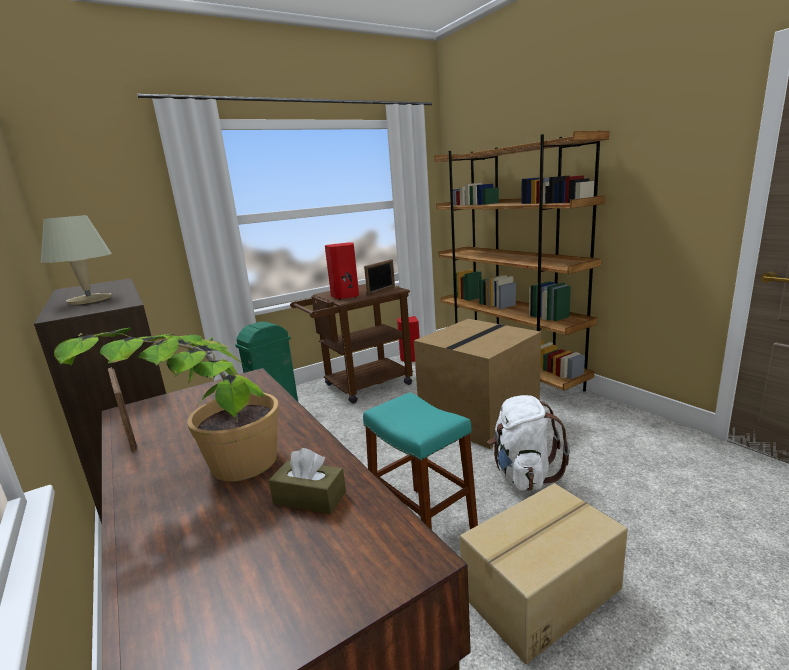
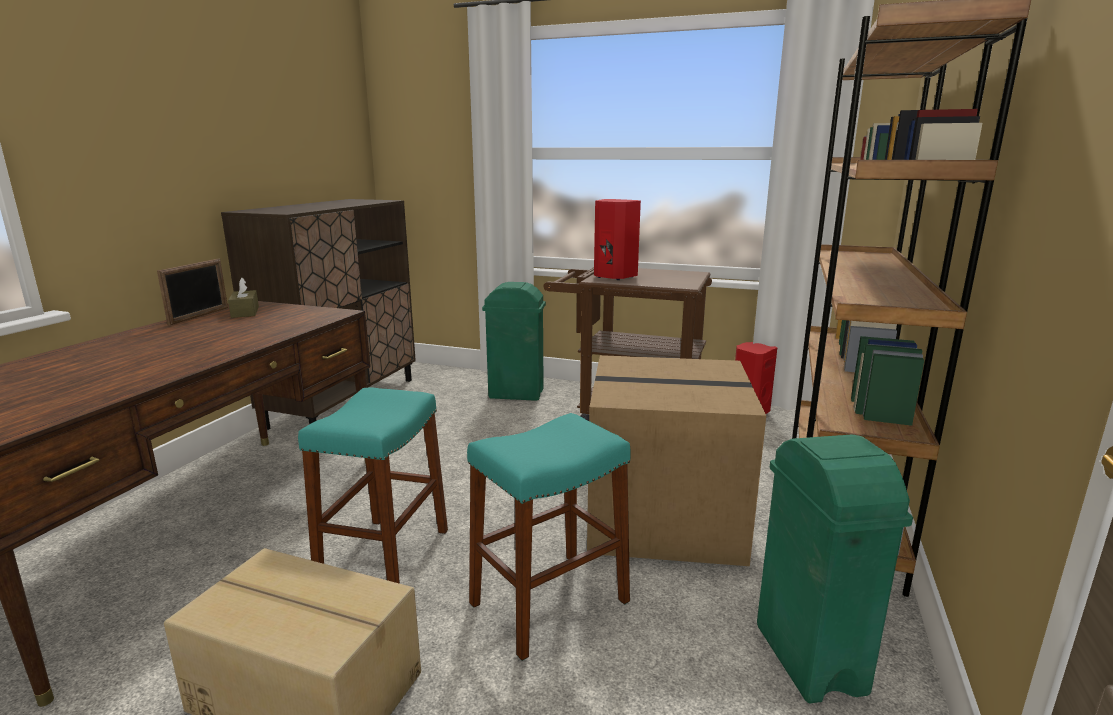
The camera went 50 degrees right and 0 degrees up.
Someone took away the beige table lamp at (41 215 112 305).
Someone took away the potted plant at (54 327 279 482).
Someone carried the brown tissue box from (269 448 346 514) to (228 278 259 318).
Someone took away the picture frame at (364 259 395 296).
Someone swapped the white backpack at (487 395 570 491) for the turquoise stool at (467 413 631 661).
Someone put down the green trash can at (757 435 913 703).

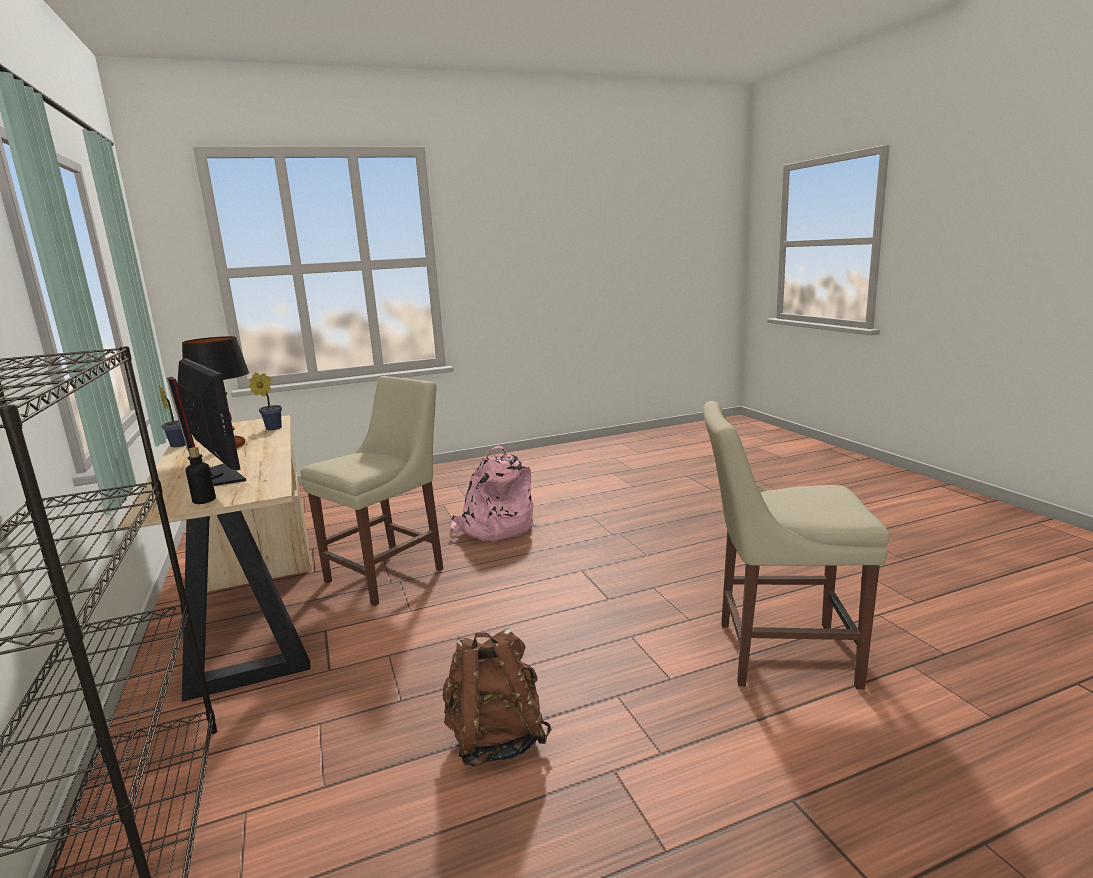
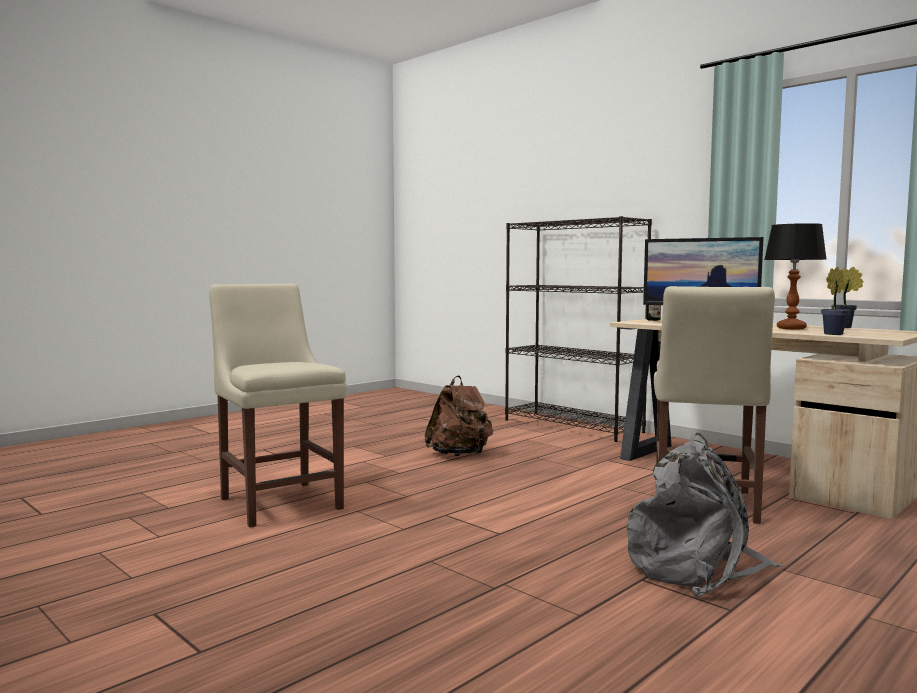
The camera went 155 degrees right and 10 degrees down.
Someone repainted the pink backpack at (451 446 534 541), which became the grey backpack at (627 433 783 597).
Someone rotated the beige chair at (703 401 889 689) by 105 degrees counterclockwise.

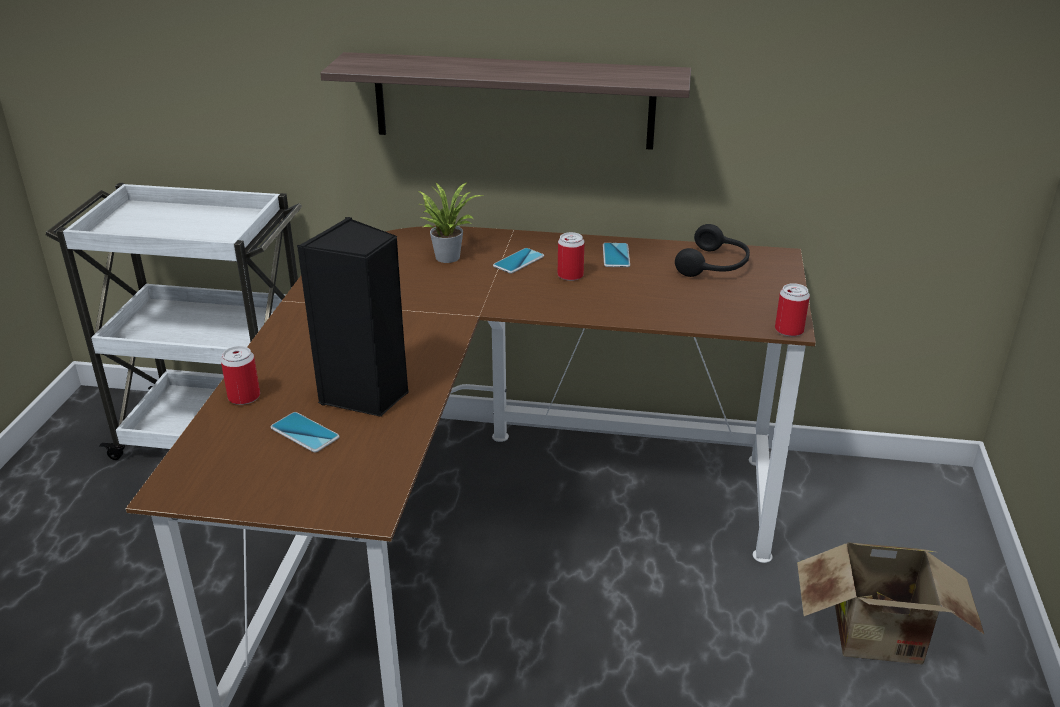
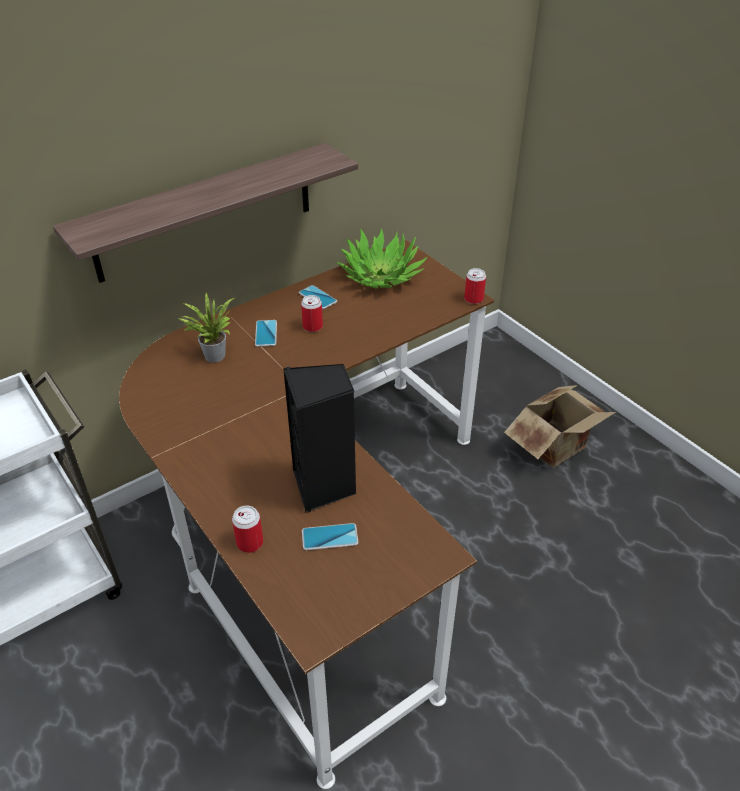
The camera went 45 degrees left and 10 degrees up.
Someone swapped the black headphones at (675 224 750 277) for the potted plant at (336 228 427 289).

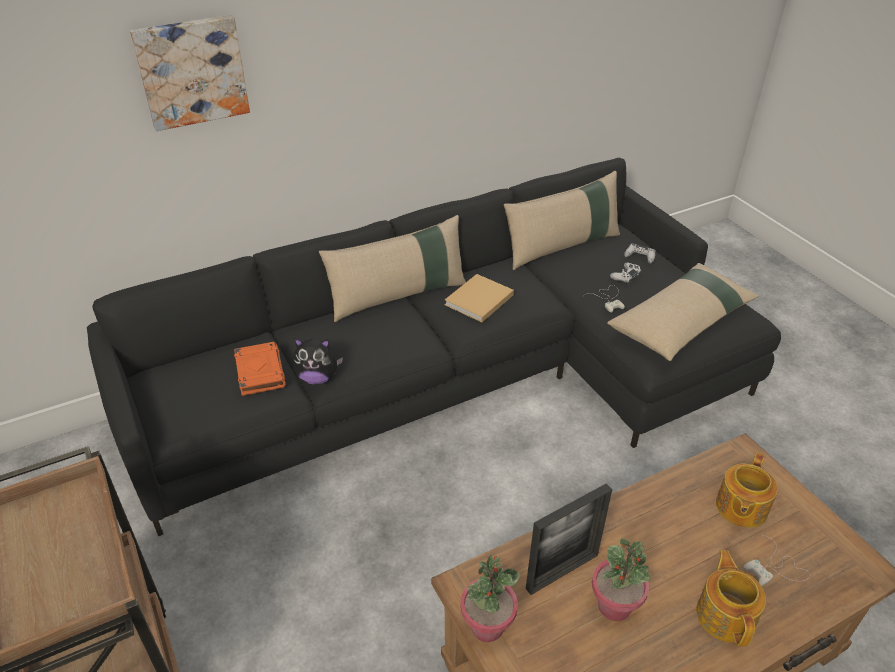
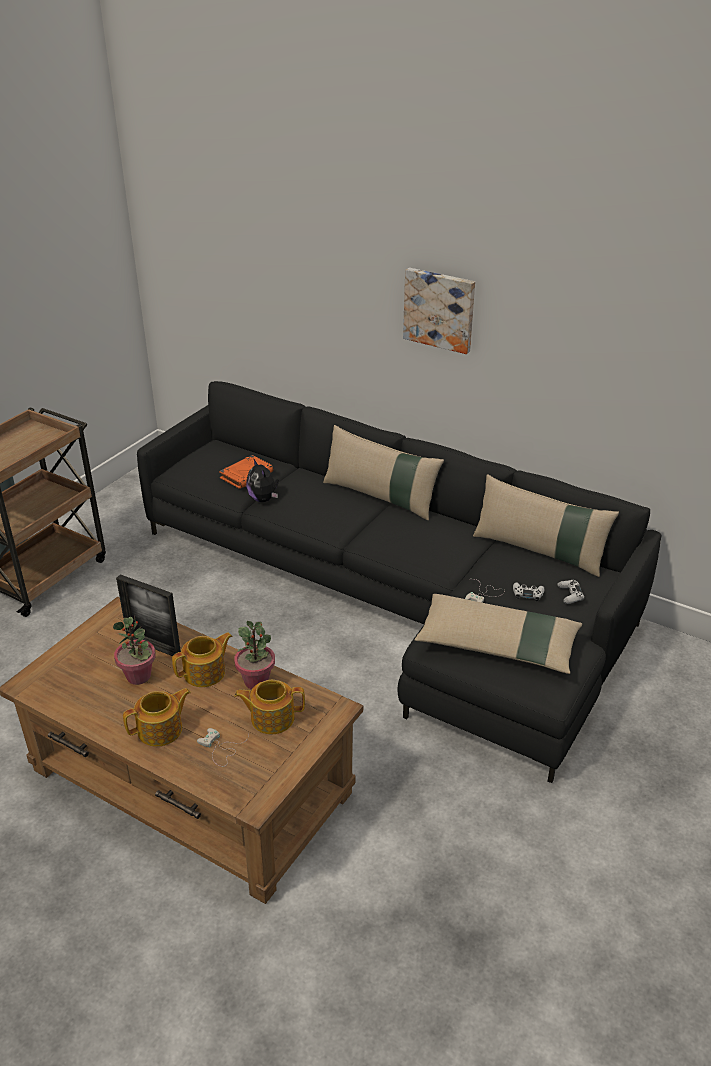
The camera went 60 degrees right and 5 degrees down.
Someone carried the picture from (130 15 250 131) to (403 268 475 354).
Someone took away the beige book at (445 274 514 322).
Someone carried the potted plant from (460 555 520 642) to (234 621 275 690).
Someone put down the teapot at (172 632 232 687).

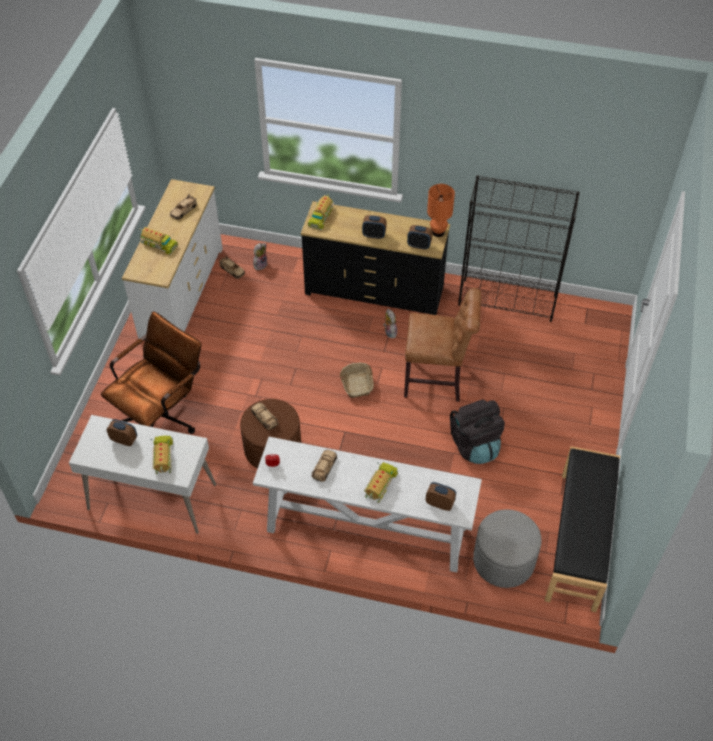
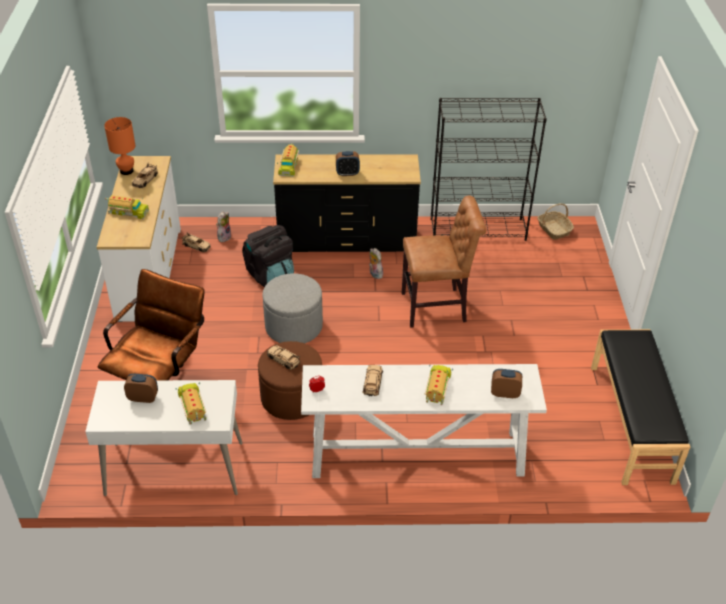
The camera went 15 degrees left and 10 degrees down.
Someone carried the basket from (340 362 374 398) to (537 203 574 240).
Someone took away the alarm clock at (407 225 432 250).
Someone carried the orange table lamp from (427 184 455 237) to (104 117 135 175).
Someone carried the black backpack from (450 399 505 464) to (242 225 294 287).
Someone carried the grey ottoman from (473 509 542 588) to (262 273 323 343).

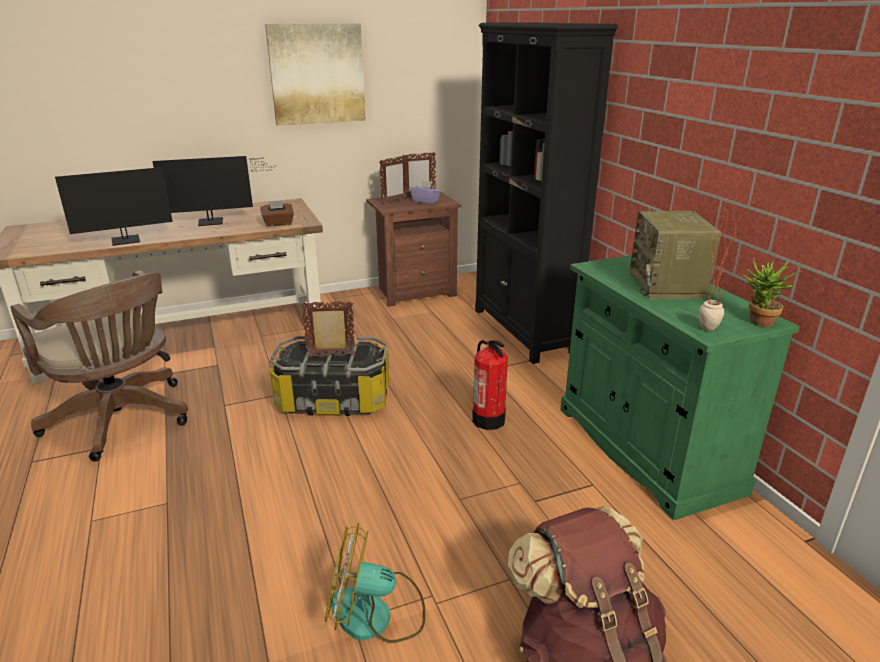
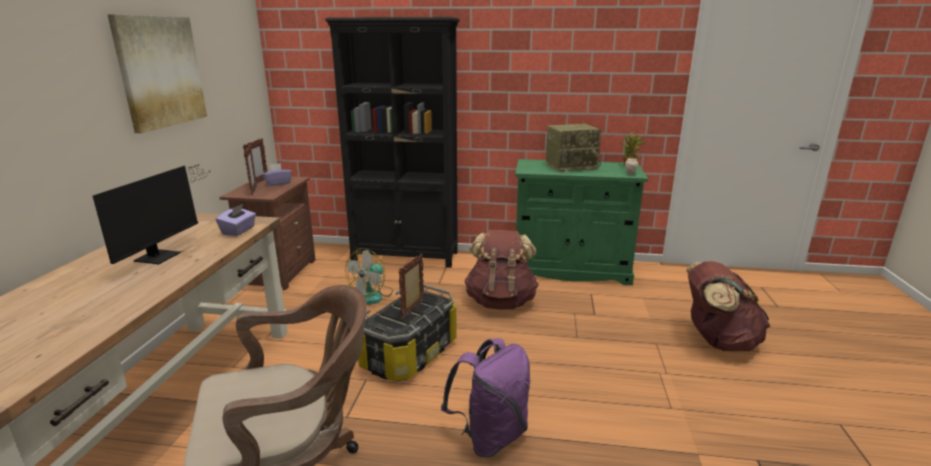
The camera went 60 degrees left and 5 degrees down.
Someone took away the monitor at (55 167 196 246).
Someone repainted the brown tissue box at (260 201 294 227), which became the purple tissue box at (216 204 256 236).
Someone carried the fan from (325 523 426 643) to (345 248 393 305).
Someone swapped the fire extinguisher at (472 340 508 430) for the brown backpack at (464 230 539 310).
Someone rotated the radio at (630 211 722 299) by 45 degrees counterclockwise.
Someone put down the purple backpack at (441 338 530 457).

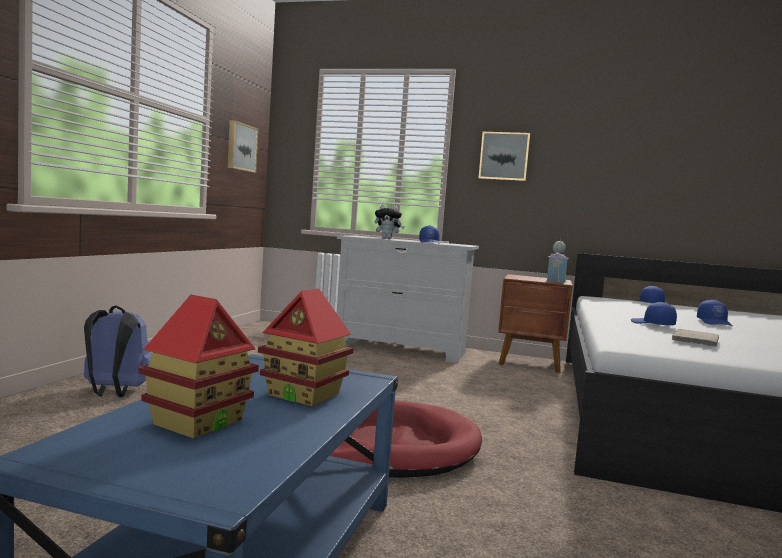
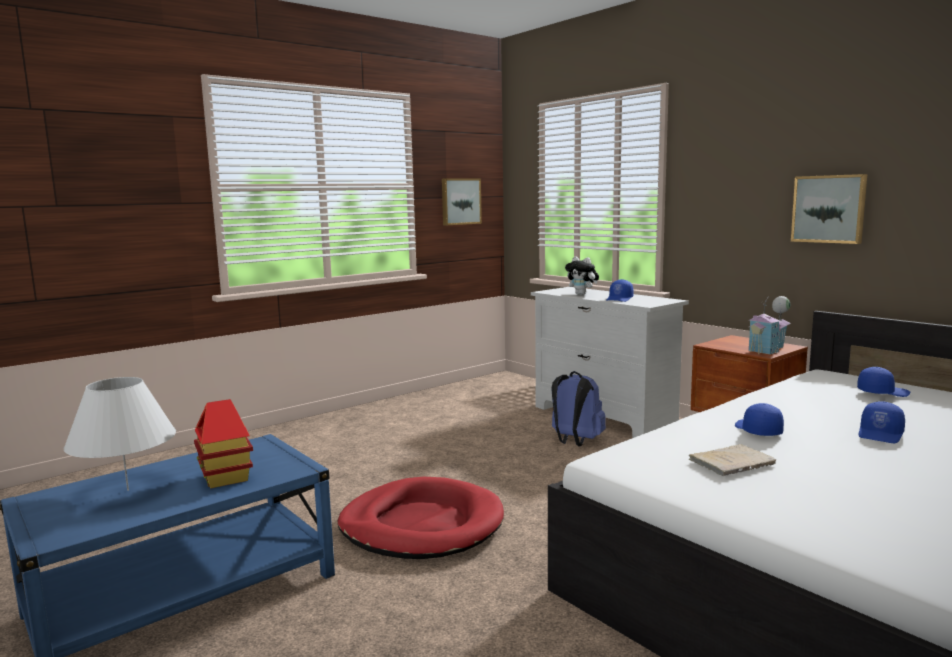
The camera went 35 degrees right and 5 degrees up.
Someone carried the blue backpack from (84 305 152 397) to (551 371 606 447).
Someone swapped the toy house at (138 295 259 439) for the white table lamp at (64 377 176 491).
Someone carried the picture from (479 132 530 181) to (791 174 867 244).

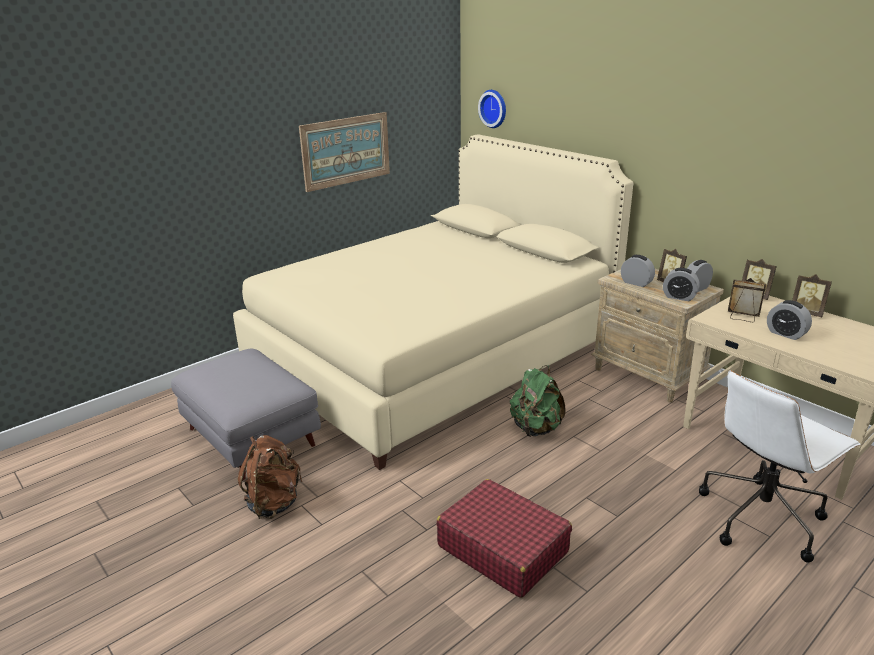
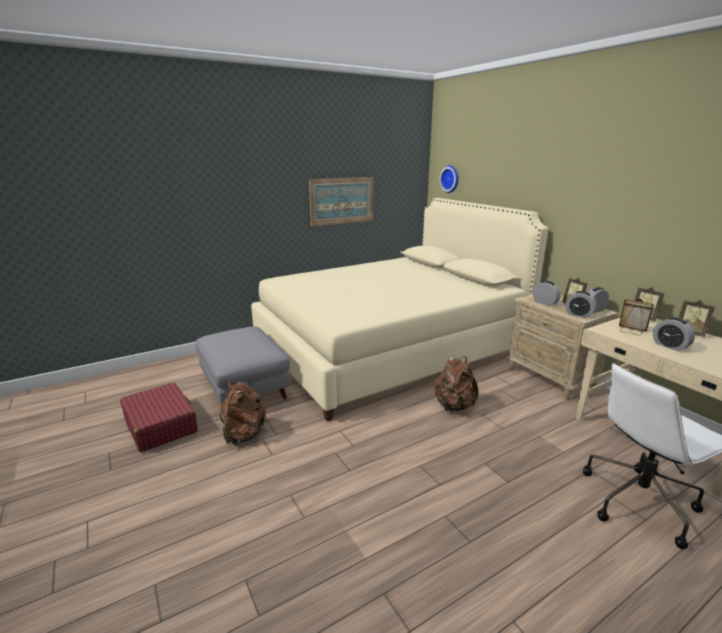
The camera went 10 degrees right and 5 degrees down.
Someone carried the red suitcase from (437 479 572 598) to (120 382 198 452).
Someone repainted the green backpack at (510 365 566 437), which became the brown backpack at (435 356 478 411).

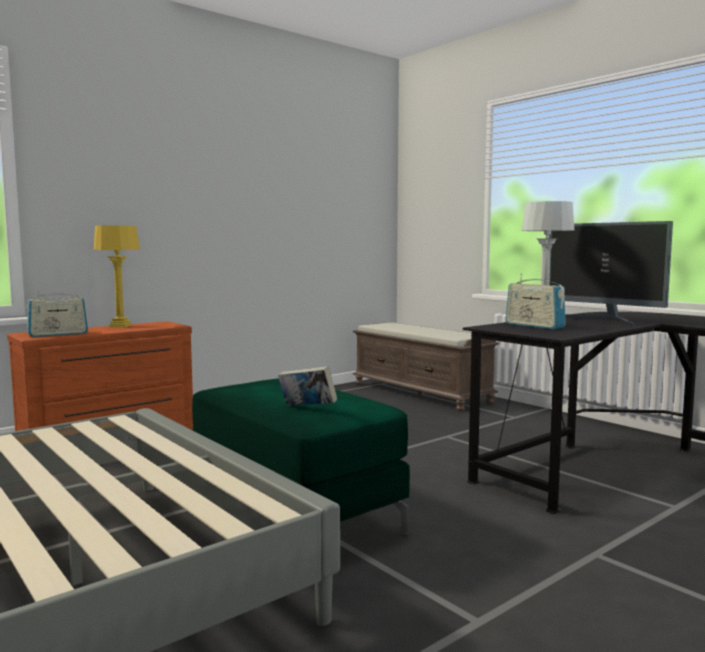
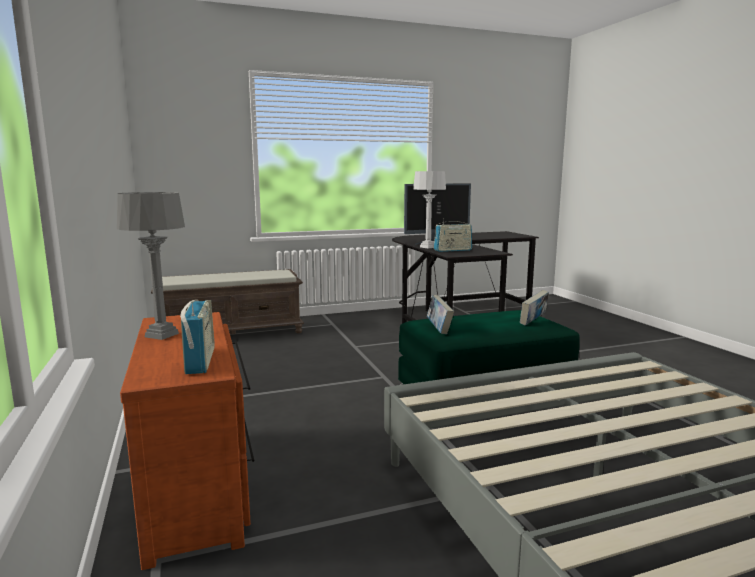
The camera went 70 degrees left and 5 degrees up.
Someone repainted the yellow table lamp at (94 226 140 328), which became the grey table lamp at (117 192 185 340).
Someone put down the book at (427 295 454 334).

